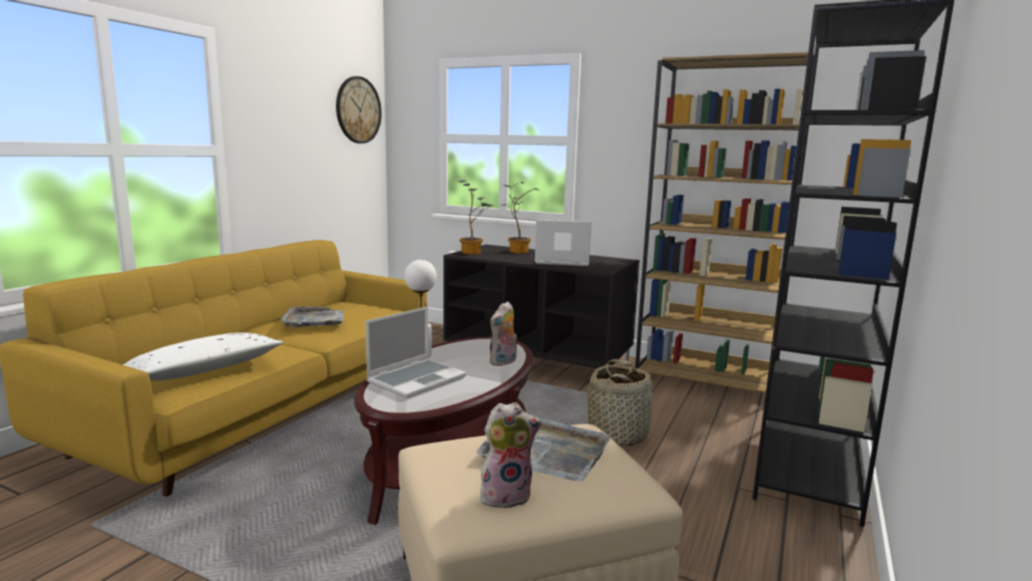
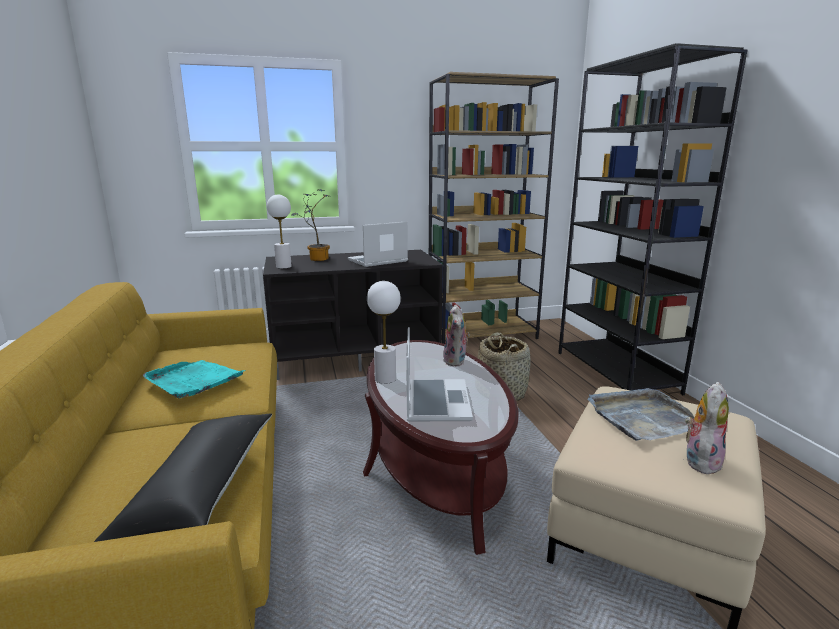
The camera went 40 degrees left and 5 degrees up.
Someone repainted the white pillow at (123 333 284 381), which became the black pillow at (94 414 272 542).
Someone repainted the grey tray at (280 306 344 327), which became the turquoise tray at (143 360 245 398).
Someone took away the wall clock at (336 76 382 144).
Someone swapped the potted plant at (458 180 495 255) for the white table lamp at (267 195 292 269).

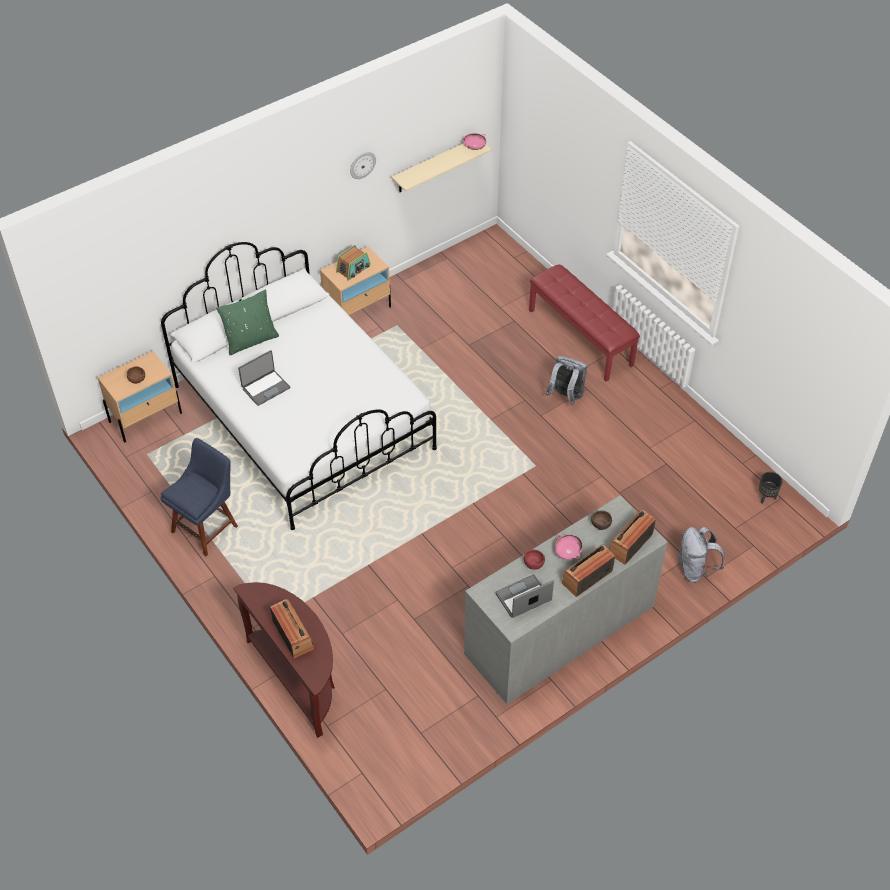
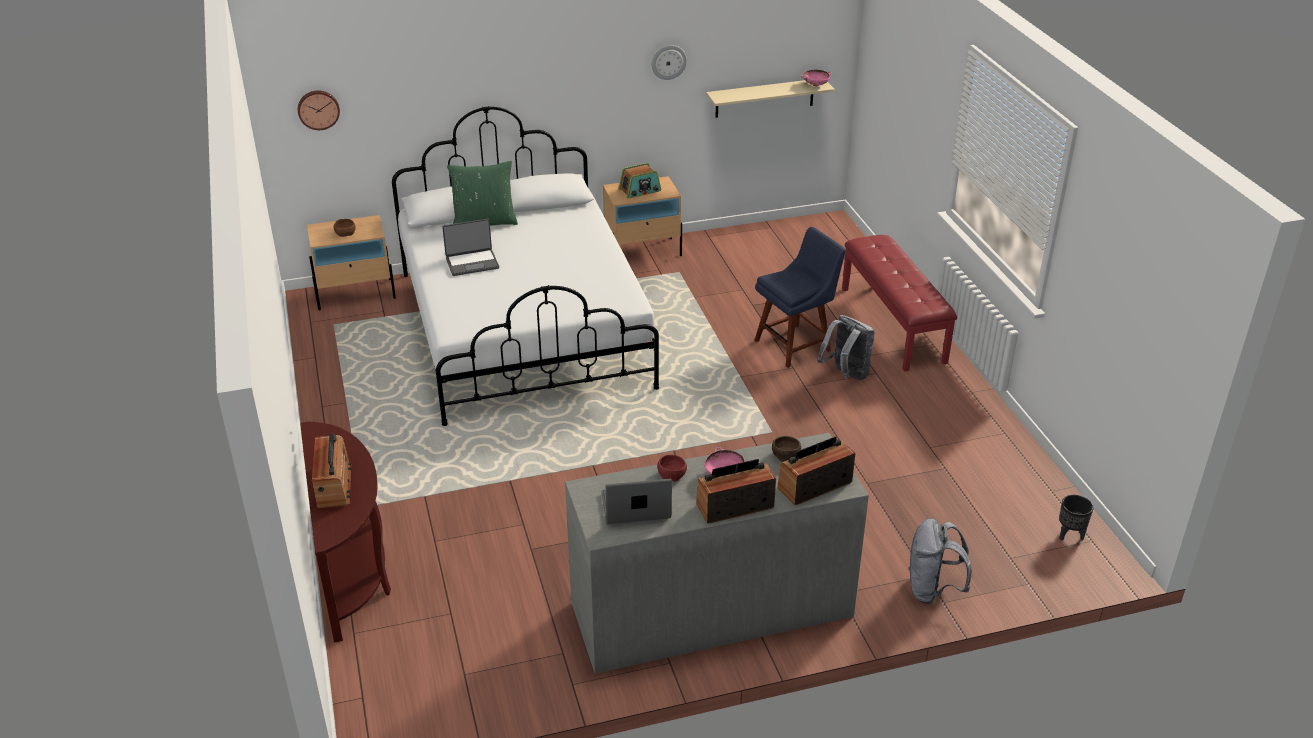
The camera went 20 degrees right and 15 degrees down.
Someone carried the blue chair from (161 438 238 556) to (754 227 846 368).
Someone put up the wall clock at (298 90 340 130).

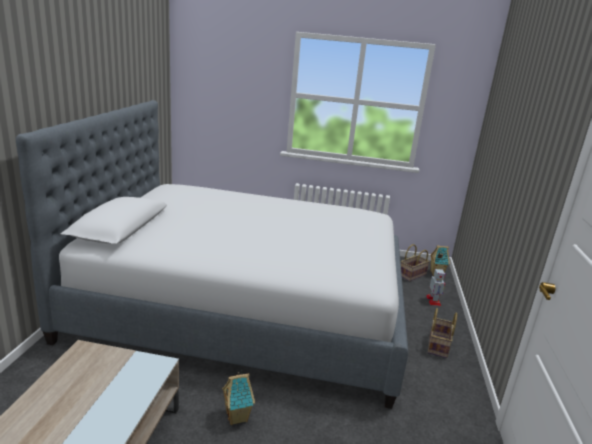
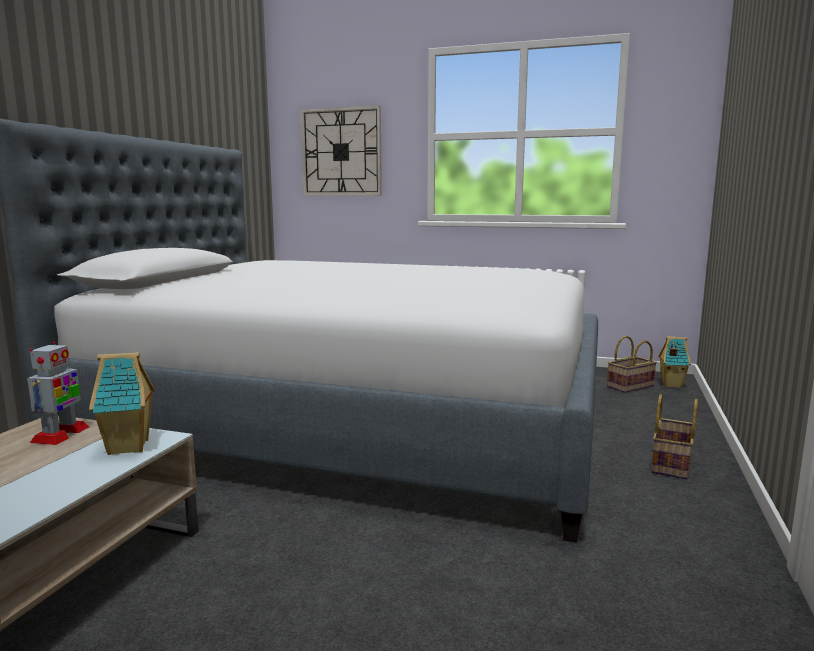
The camera went 10 degrees right and 10 degrees down.
Someone carried the toy house from (222 370 255 425) to (89 353 155 455).
Someone carried the toy robot from (426 269 445 306) to (27 342 89 445).
Someone put up the wall clock at (300 105 382 196).

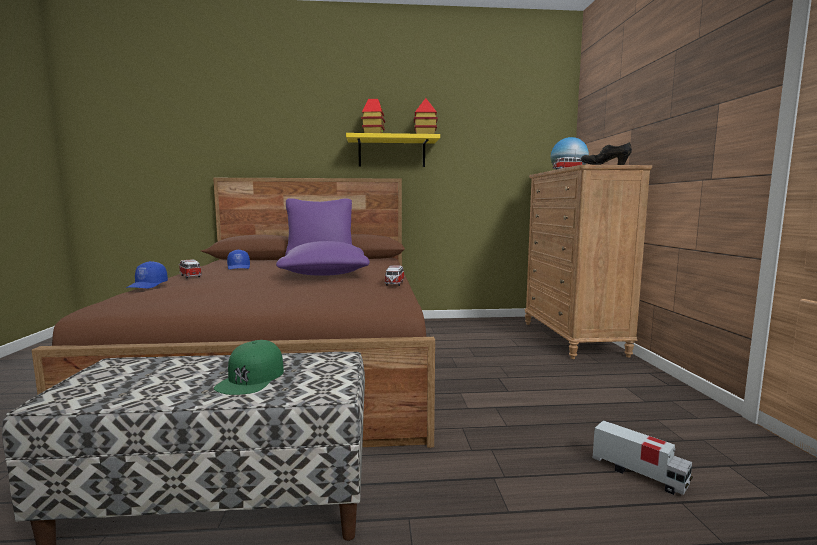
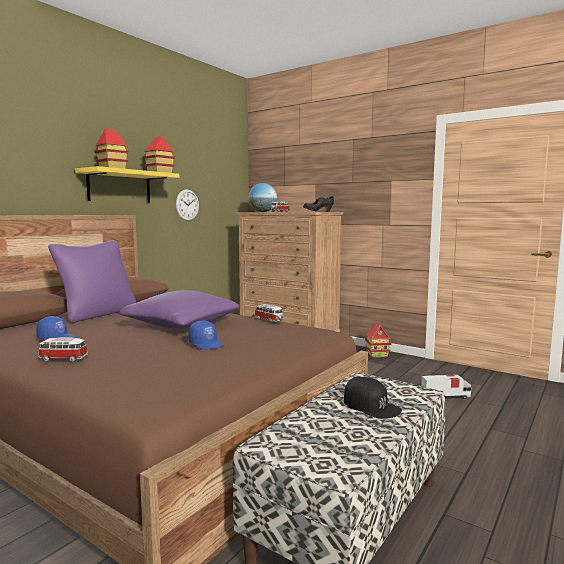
The camera went 50 degrees left and 0 degrees up.
Someone carried the blue cap from (126 261 168 288) to (188 320 224 350).
Someone repainted the green cap at (214 340 284 395), which became the black cap at (344 377 402 419).
Someone put up the wall clock at (176 189 199 221).
Someone put down the toy house at (365 323 391 358).

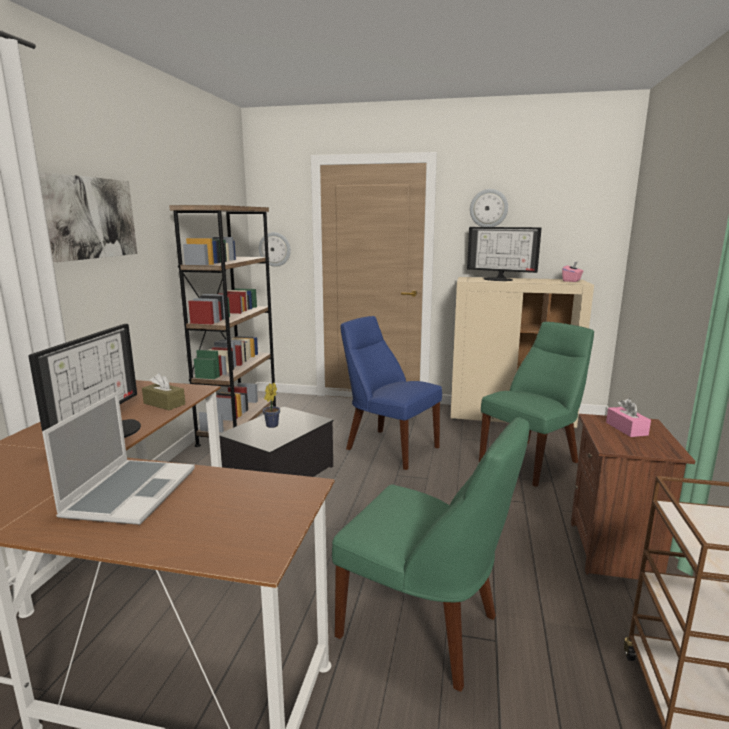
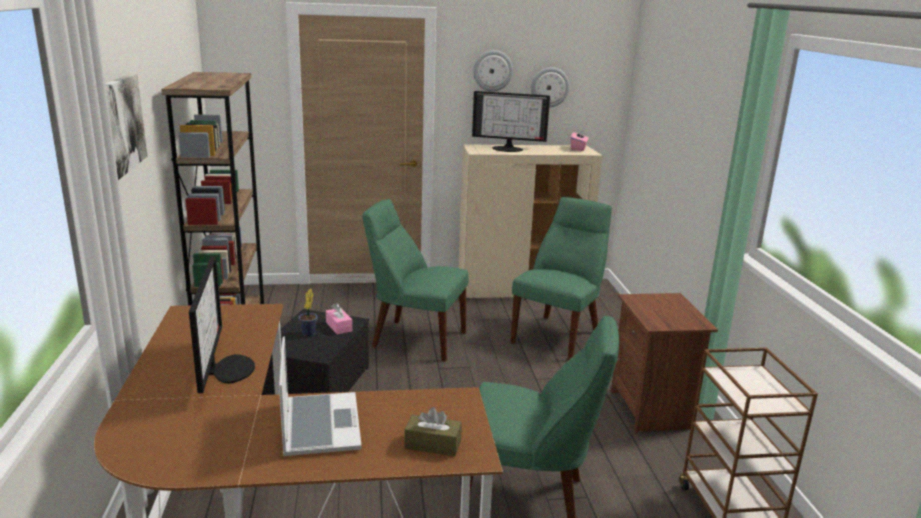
The camera went 20 degrees left and 5 degrees up.
Someone carried the brown tissue box from (142 373 185 410) to (404 407 462 456).
Someone carried the wall clock from (259 232 291 267) to (531 67 569 108).
Someone repainted the blue chair at (341 316 442 470), which became the green chair at (362 199 468 362).
Someone carried the pink tissue box from (606 398 651 437) to (326 303 352 335).

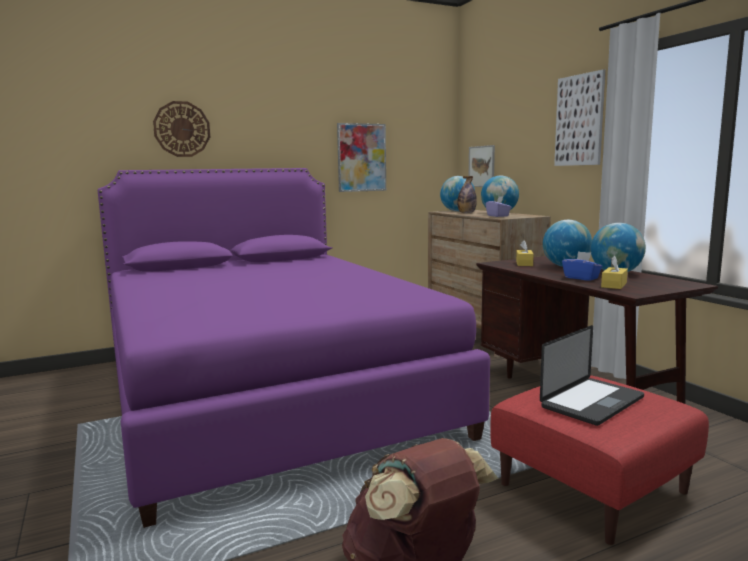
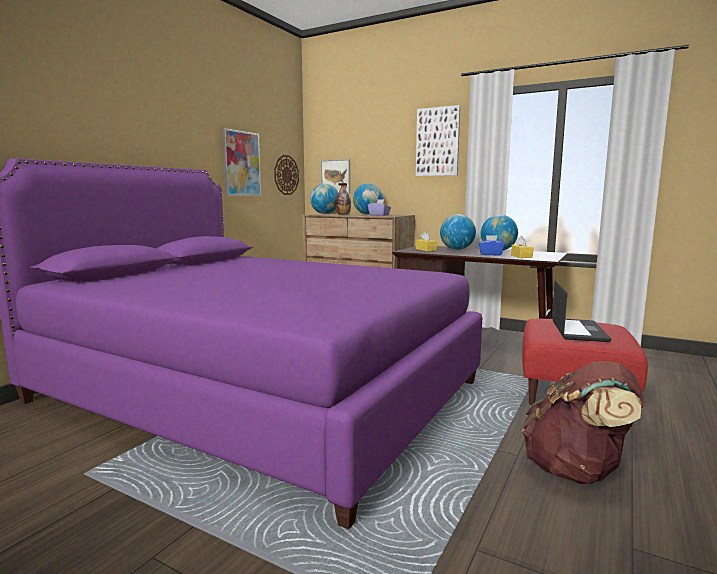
The camera went 35 degrees left and 0 degrees up.
Someone carried the wall clock from (153 101 210 157) to (274 155 299 195).

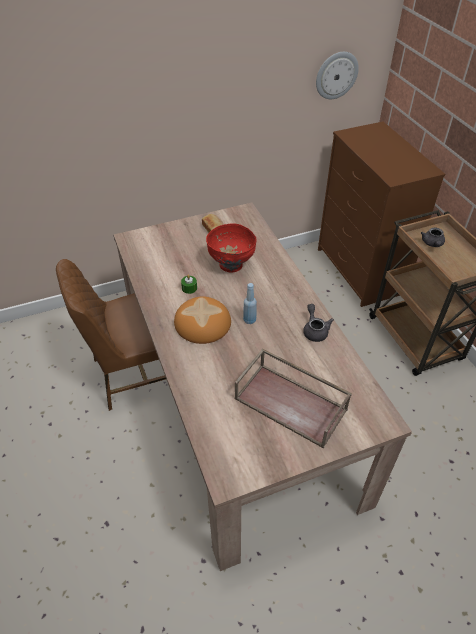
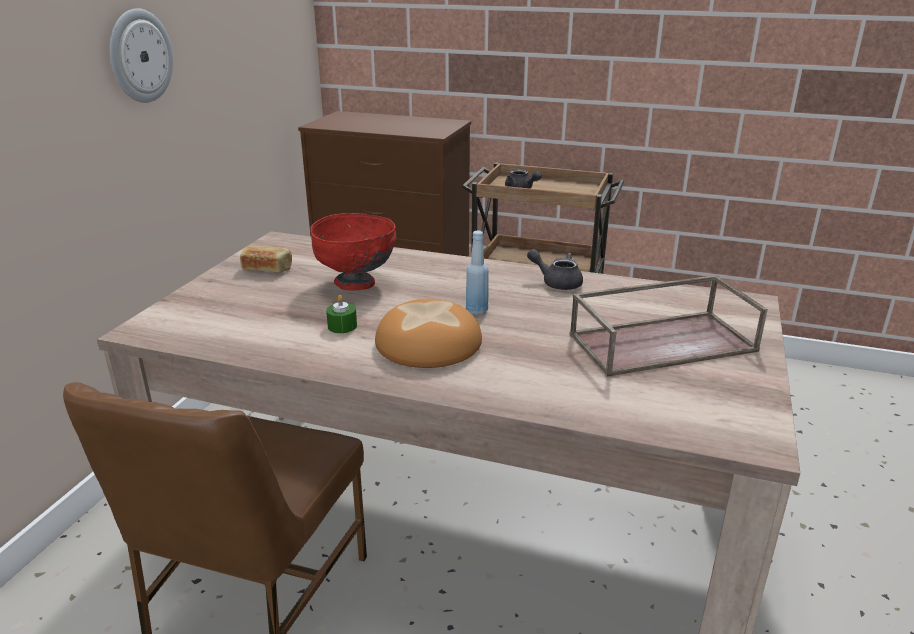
The camera went 50 degrees left and 20 degrees down.
Someone carried the wall clock from (316 52 359 99) to (109 8 173 103).

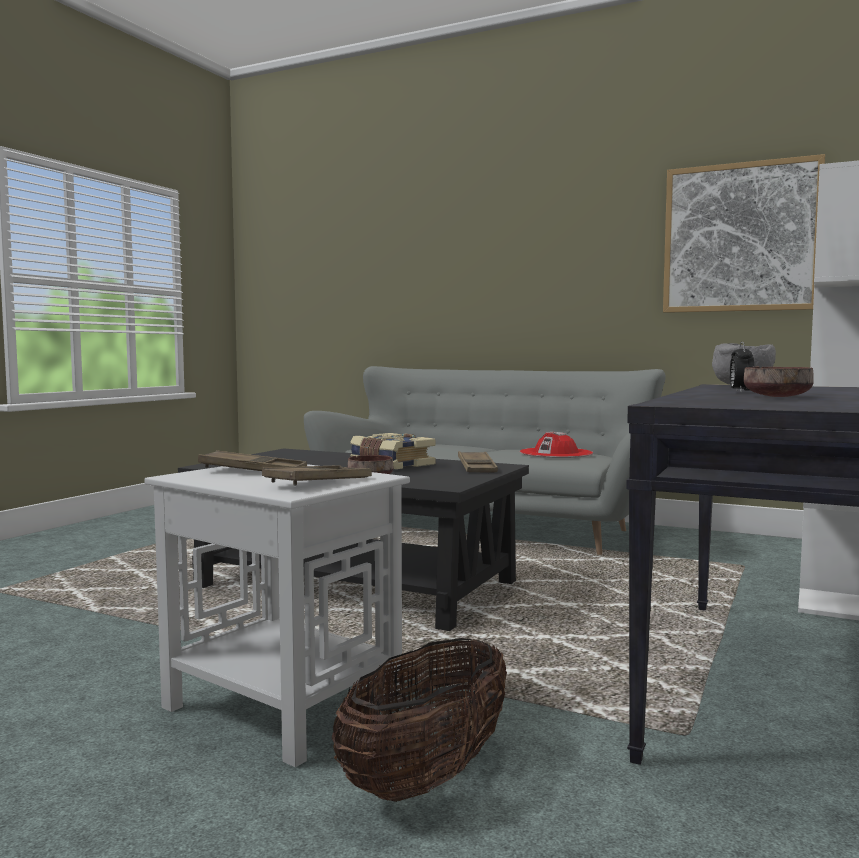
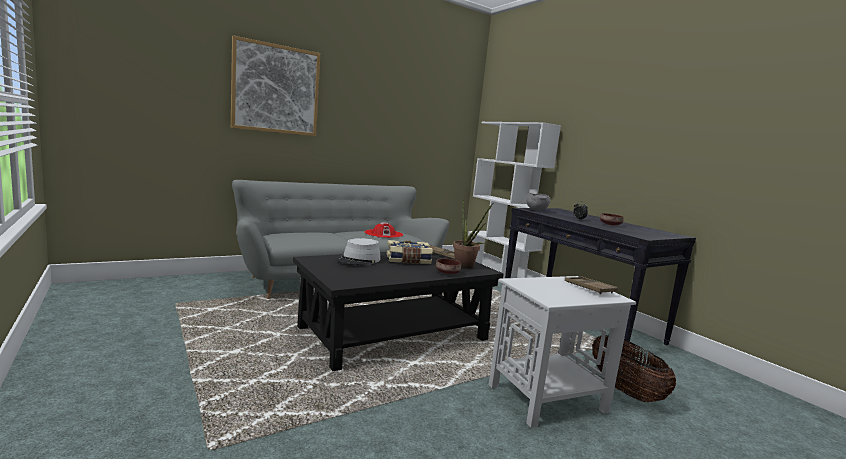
The camera went 60 degrees left and 5 degrees up.
Someone took away the brown tray at (198 450 307 471).
Someone carried the picture from (663 154 825 313) to (231 35 320 136).
Someone put down the grey hat at (337 238 381 266).
Someone put down the potted plant at (453 198 493 269).

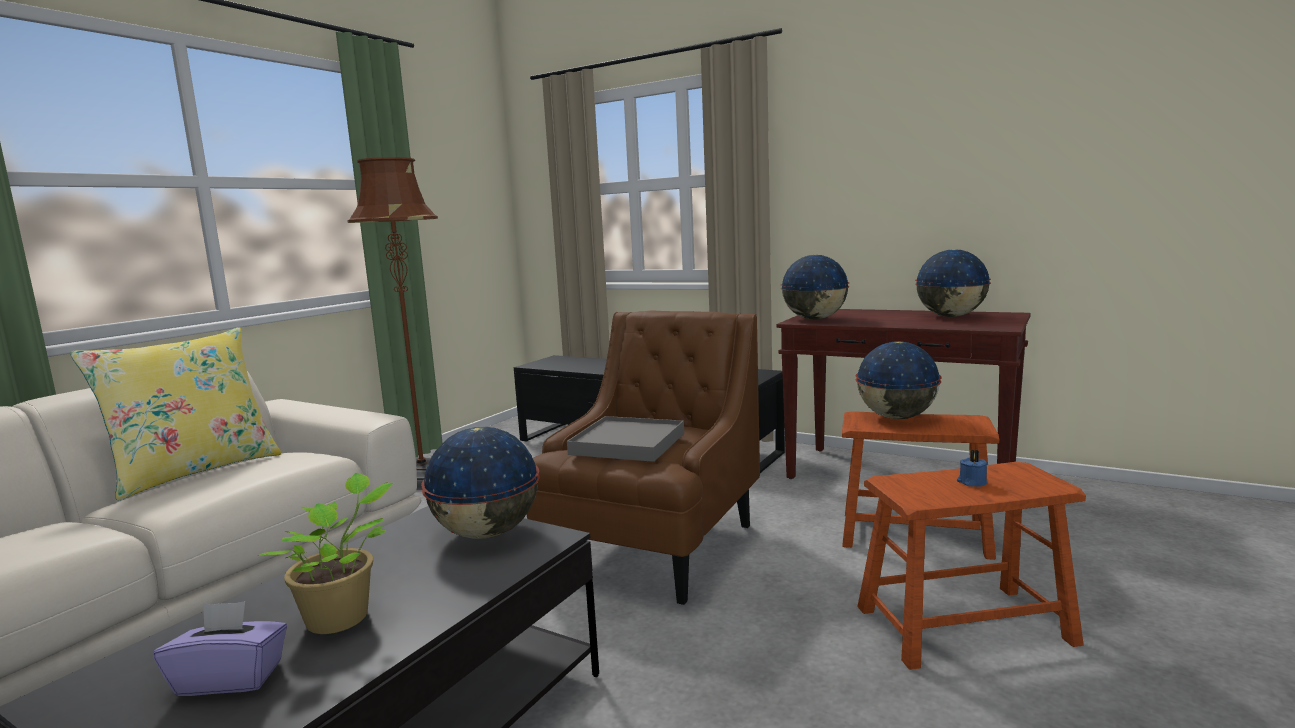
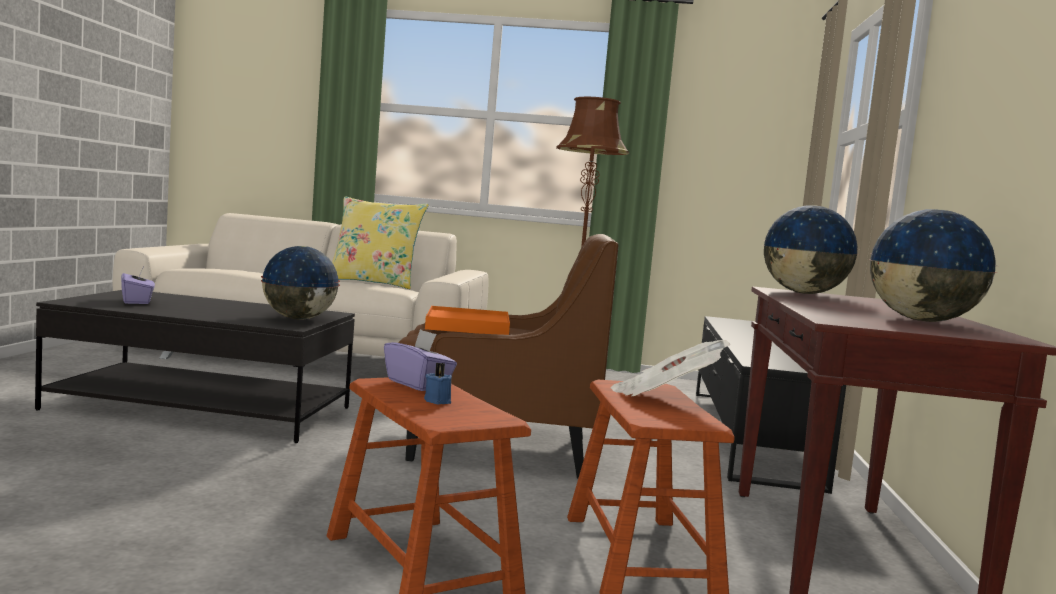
The camera went 65 degrees right and 5 degrees down.
Someone took away the potted plant at (258 473 394 634).
Someone repainted the grey tray at (567 416 684 462), which became the orange tray at (425 306 510 335).
Someone swapped the globe at (856 341 941 419) for the newspaper at (611 340 730 397).
Someone put down the purple tissue box at (384 329 457 391).

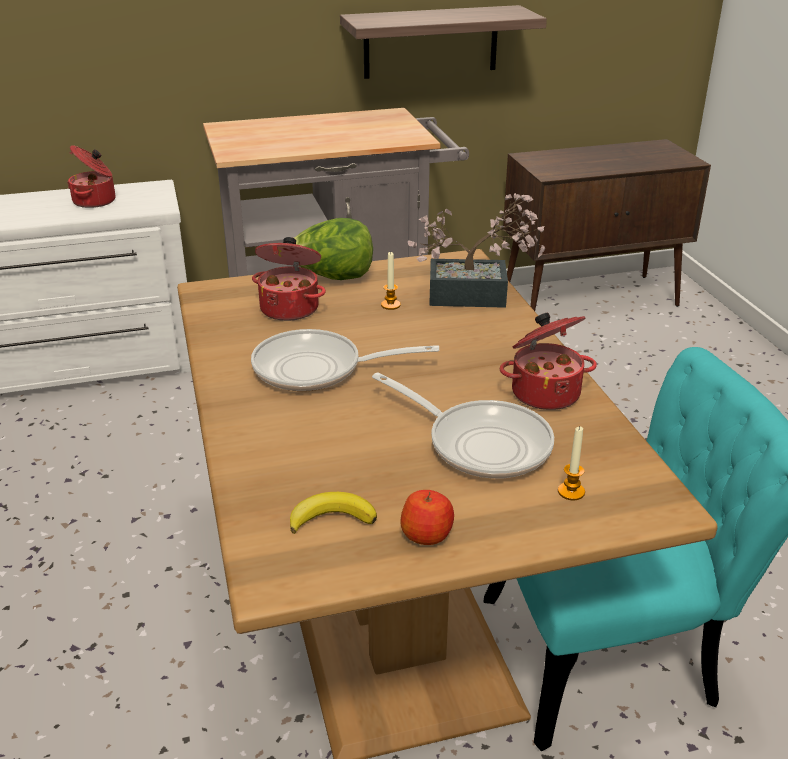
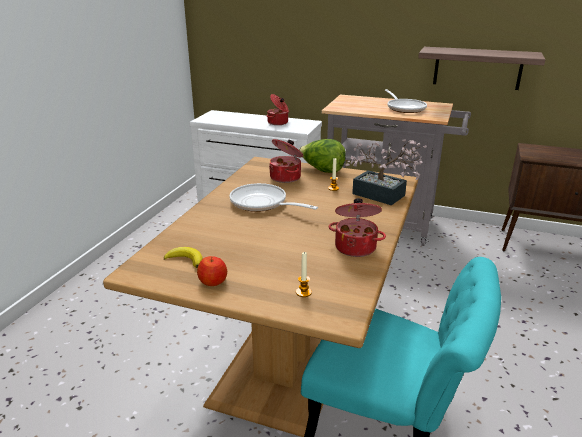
The camera went 35 degrees right and 5 degrees down.
Someone carried the frying pan from (372 372 554 479) to (385 89 427 113).

